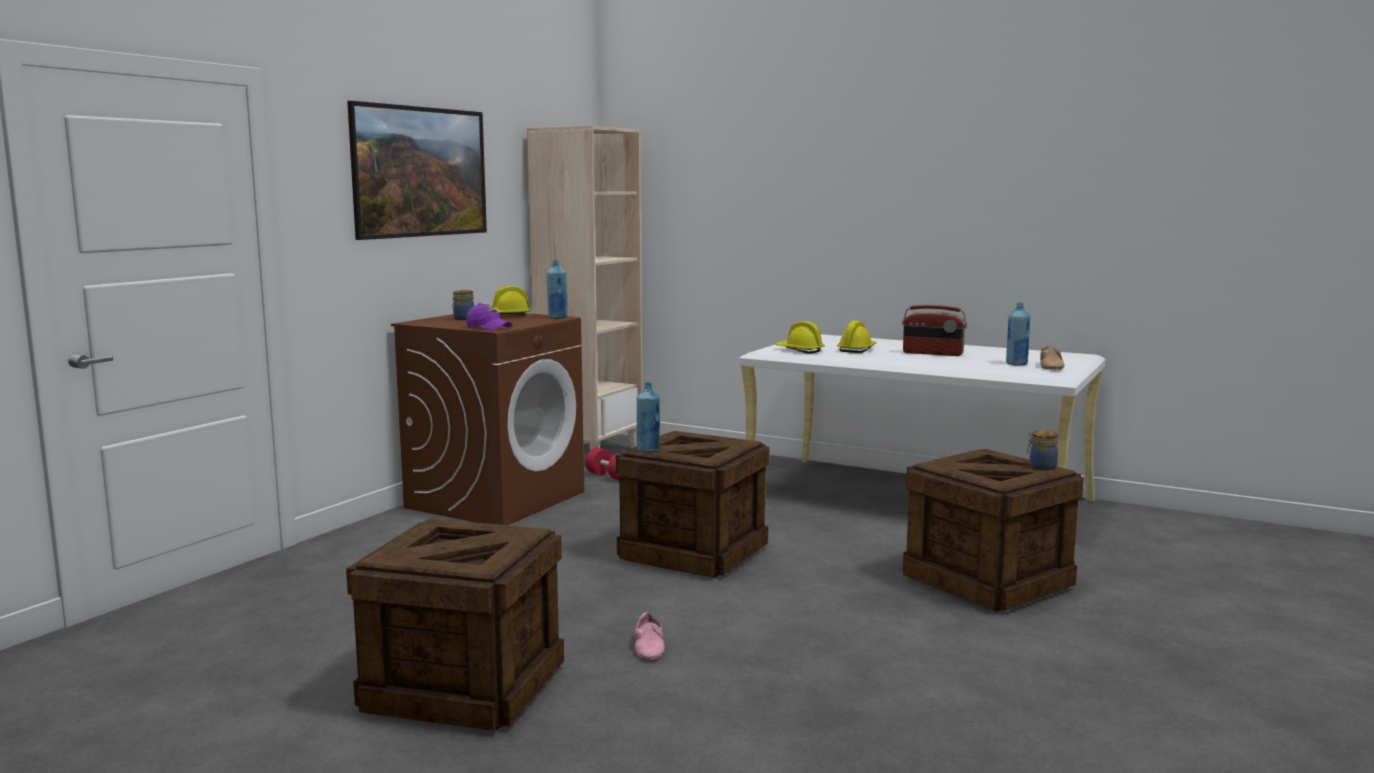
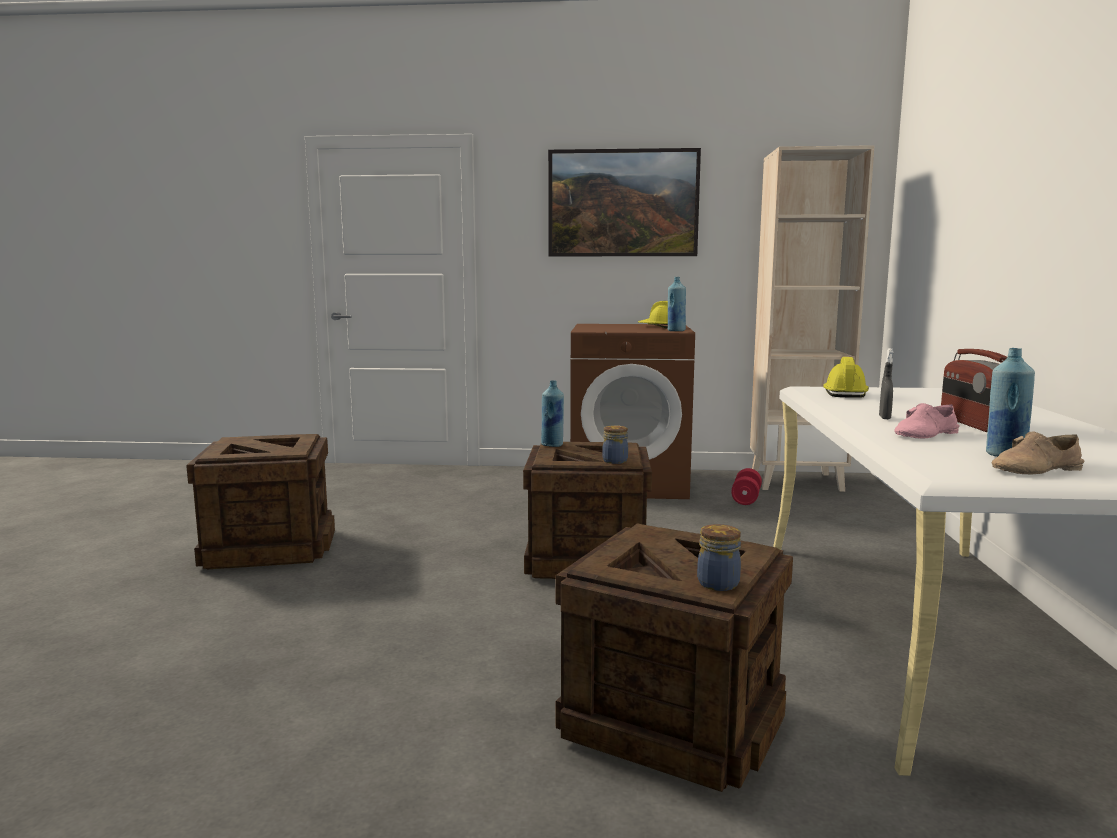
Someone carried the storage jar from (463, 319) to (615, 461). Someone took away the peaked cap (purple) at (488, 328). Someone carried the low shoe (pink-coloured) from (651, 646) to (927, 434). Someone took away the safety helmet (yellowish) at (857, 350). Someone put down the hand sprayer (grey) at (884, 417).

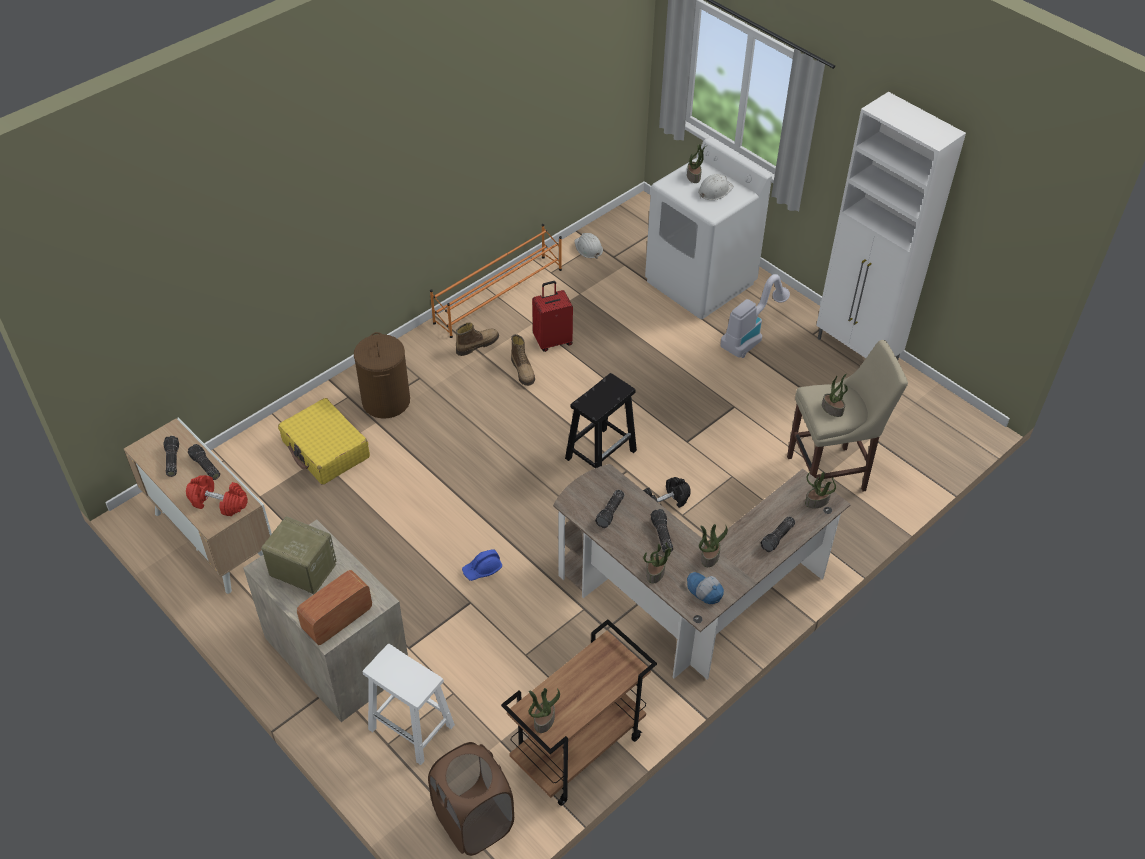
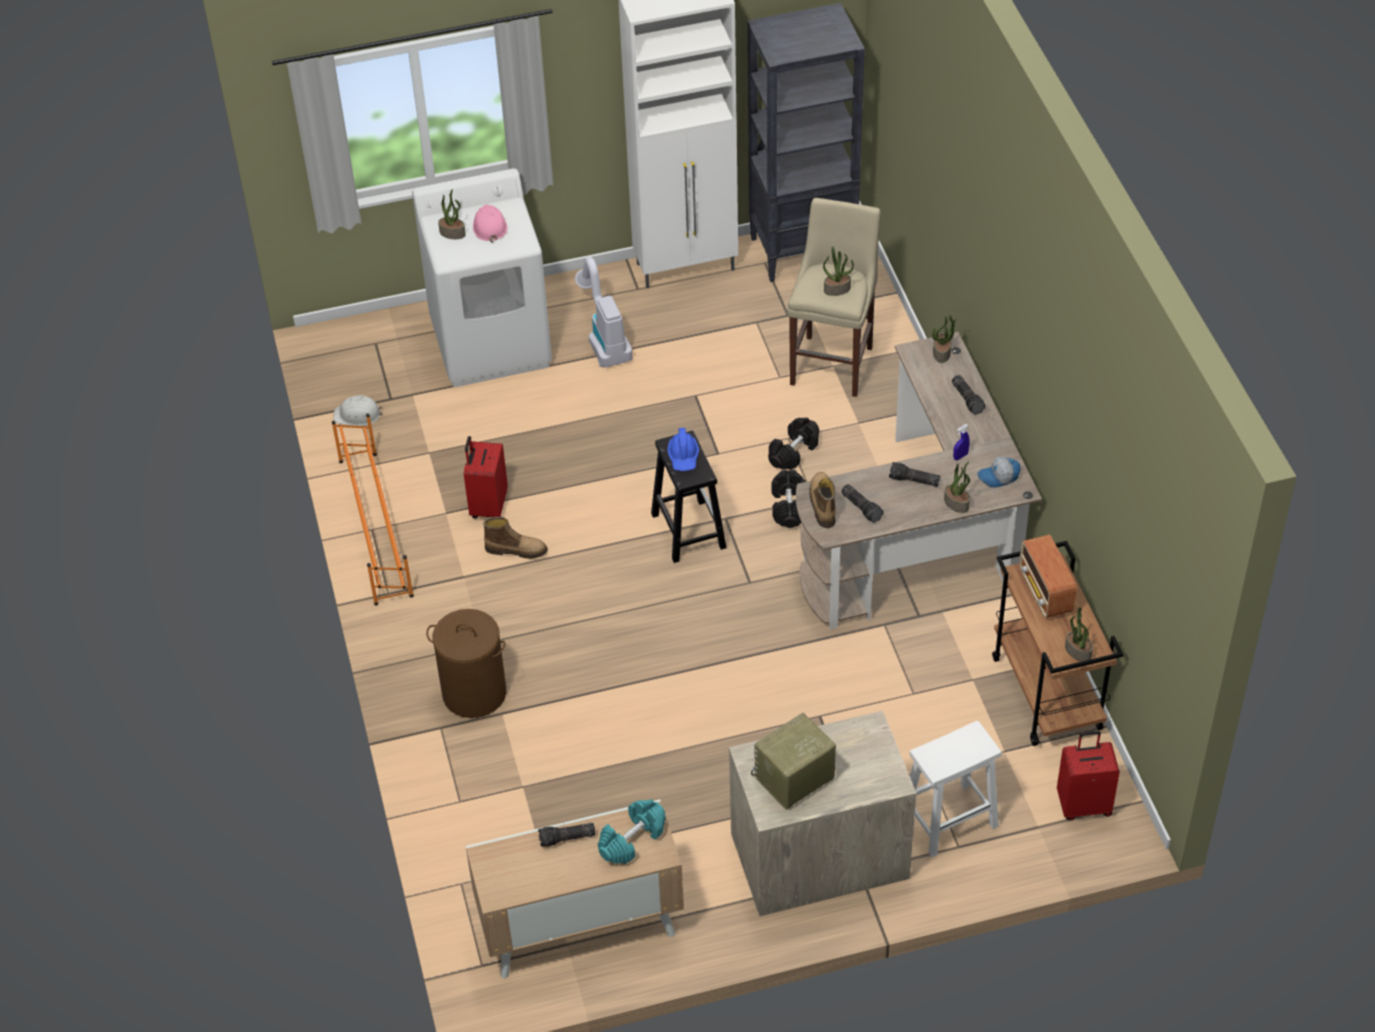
Someone took away the flashlight at (171, 460). Someone repainted the hand weight (reddish) at (219, 502), which became the hand weight (turquoise-coloured) at (632, 839). Someone took away the suitcase (yellowish) at (326, 450). Someone carried the radio from (337, 620) to (1045, 592). Someone swapped the hamper (brown) at (474, 821) for the suitcase (reddish) at (1083, 804). Someone carried the high-top boot from (477, 344) to (822, 504). Someone carried the safety helmet (blue-coloured) from (482, 569) to (683, 457). Someone repainted the safety helmet (white) at (714, 190), which became the safety helmet (pink-coloured) at (489, 226). Someone swapped the houseplant at (709, 556) for the hand sprayer (blue-coloured) at (960, 456). Someone put down the bookshelf (blackish) at (804, 251). Someone put down the hand weight (blackish) at (793, 452).

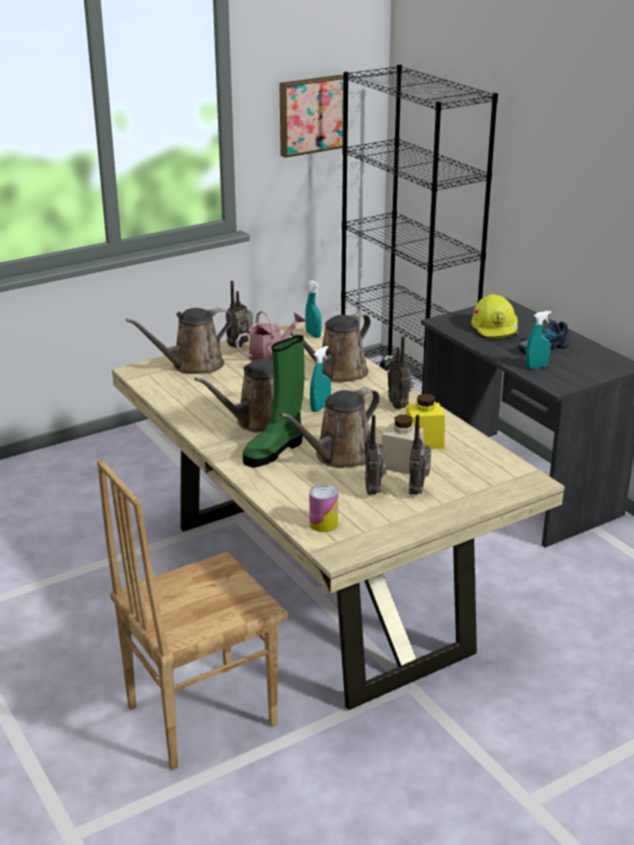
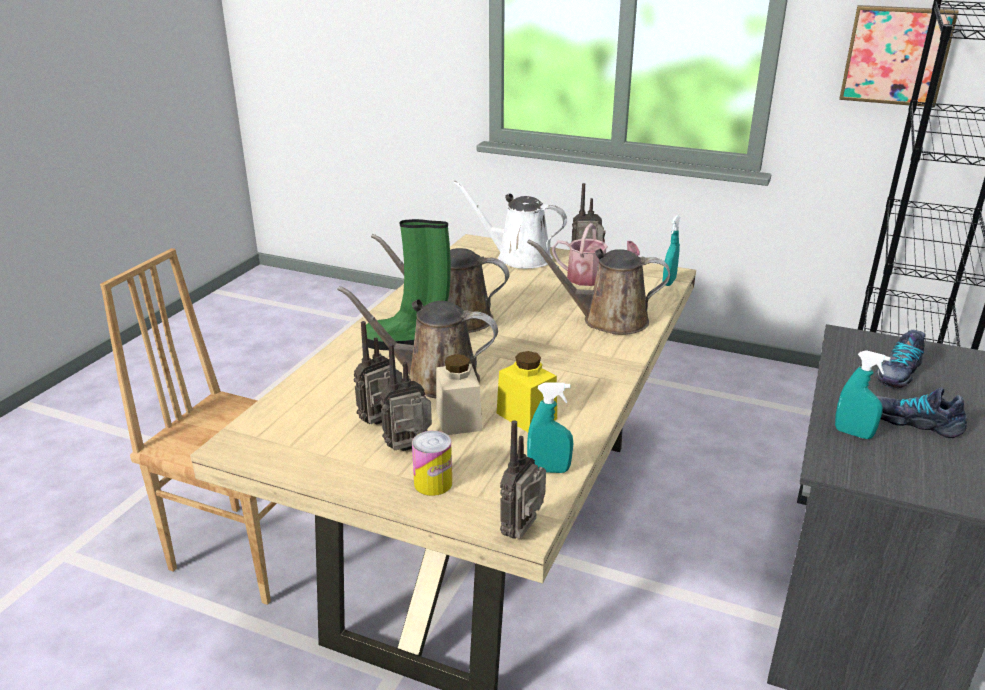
Someone repainted the watering can (brown) at (193, 365), which became the watering can (white) at (518, 257). Someone carried the can from (323, 524) to (433, 483). Someone carried the hand sprayer (turquoise-coloured) from (320, 408) to (549, 470). Someone carried the radio from (399, 405) to (524, 532). Someone swapped the safety helmet (yellowish) at (495, 329) for the low shoe at (897, 373).

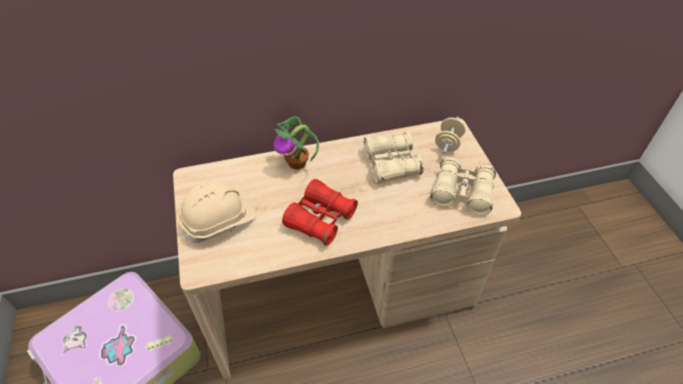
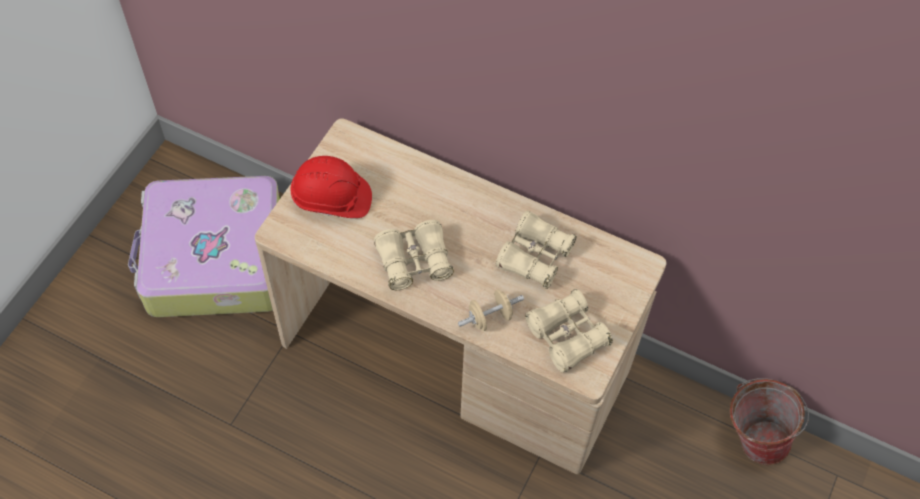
Someone repainted the safety helmet (beige-coloured) at (219, 221), which became the safety helmet (reddish) at (332, 199). Someone took away the houseplant at (297, 163). Someone repainted the pair of binoculars (reddish) at (320, 219), which became the pair of binoculars (beige-coloured) at (414, 261). Someone carried the hand weight (beige-coloured) from (448, 143) to (490, 317). Someone put down the pail at (752, 438).

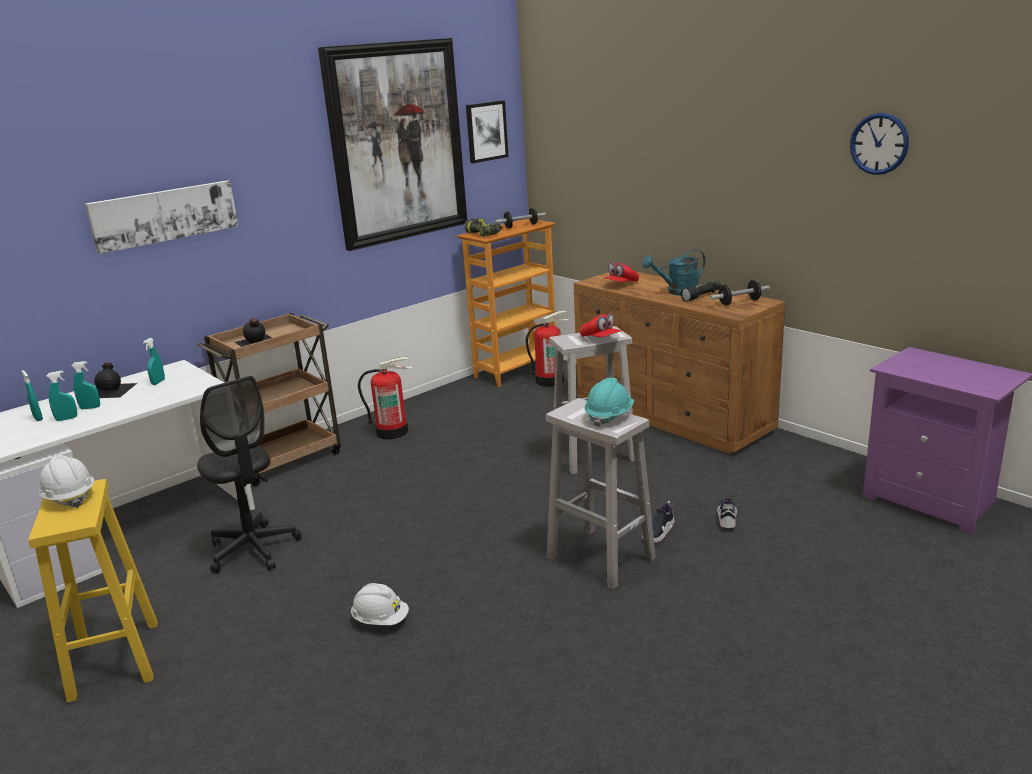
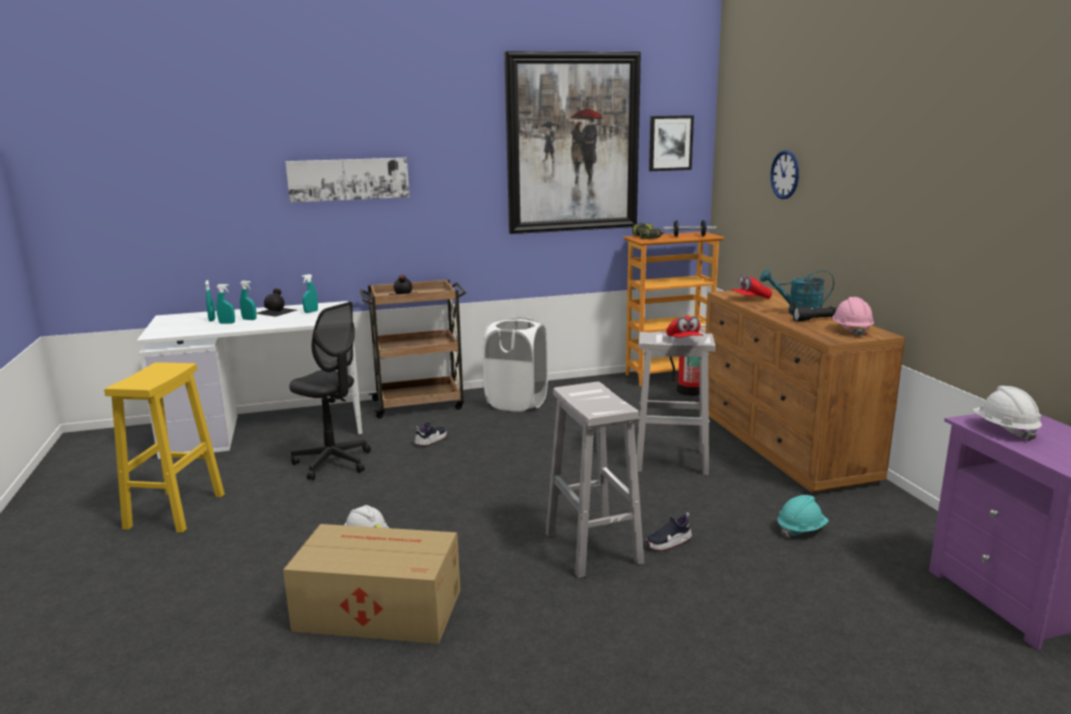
Someone carried the safety helmet (white) from (69, 497) to (1004, 430). Someone rotated the computer chair (blackish) at (253, 550) by 45 degrees counterclockwise. Someone swapped the fire extinguisher at (392, 432) for the hamper (white) at (517, 402). Someone carried the safety helmet (turquoise-coloured) from (609, 417) to (801, 530). Someone swapped the hand weight at (739, 302) for the safety helmet (pink-coloured) at (851, 330). Someone carried the low shoe from (727, 519) to (431, 441). Someone carried the hanging clock from (879, 144) to (785, 174). Someone put down the packing box at (377, 609).

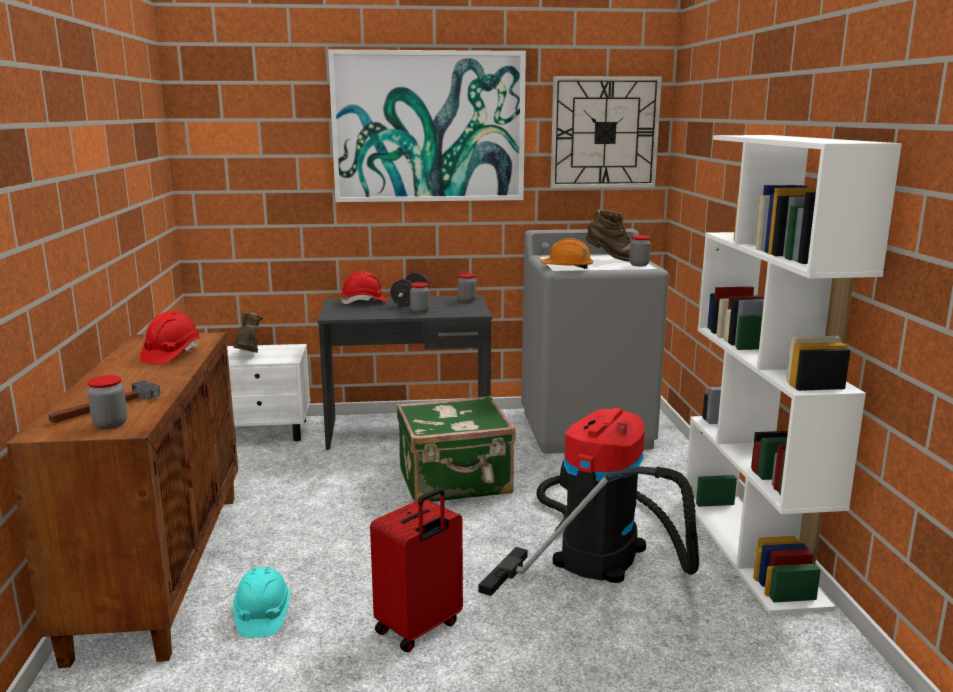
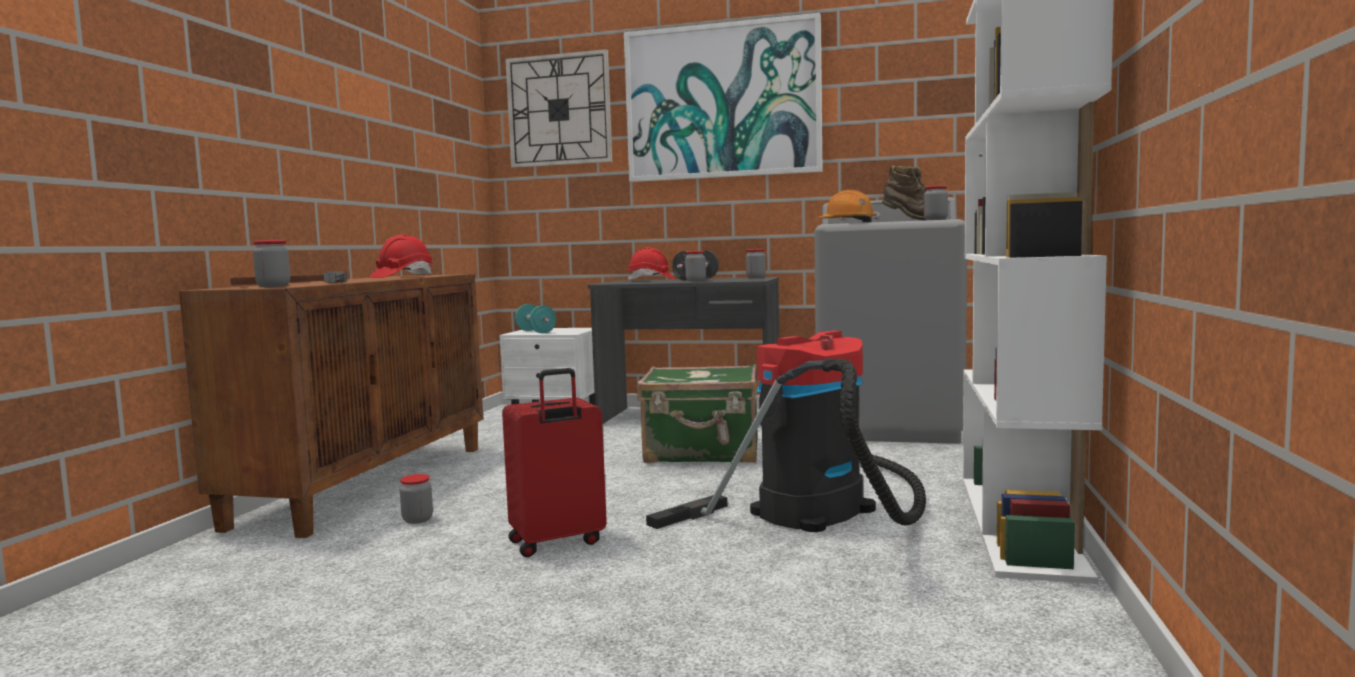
Someone swapped the high-top boot (brown) at (248, 357) for the hand weight (turquoise-coloured) at (536, 332). Someone swapped the safety helmet (turquoise-coloured) at (262, 616) for the storage jar at (417, 520). Someone carried the hanging clock from (604, 132) to (559, 110).

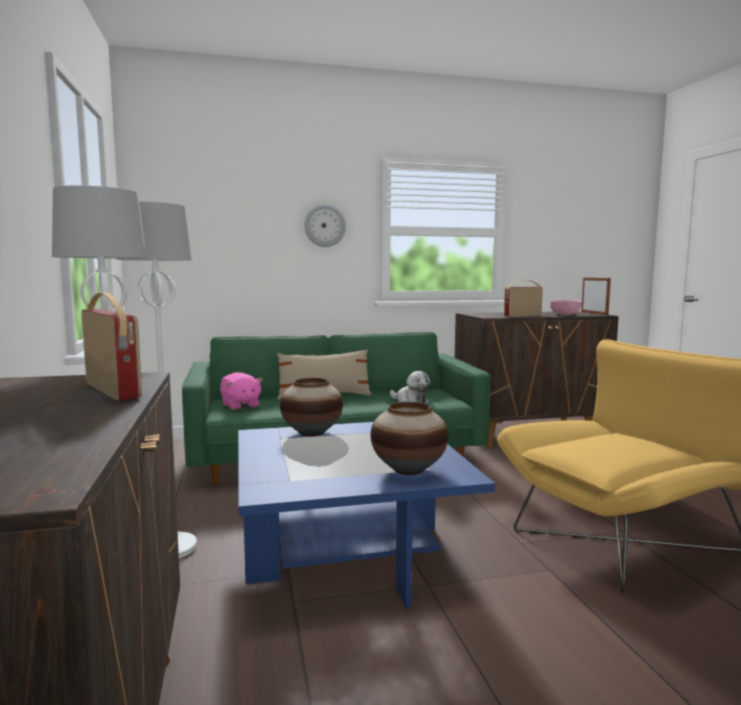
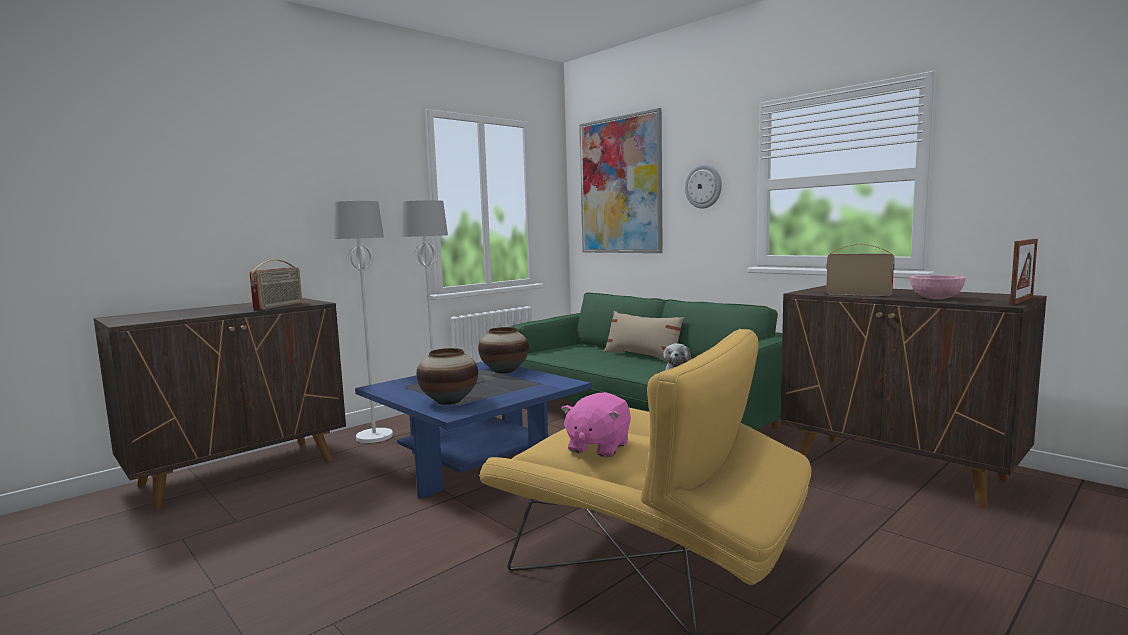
Someone carried the plush toy (pink-coloured) from (240, 405) to (597, 447). Someone put up the wall art at (620, 185).

